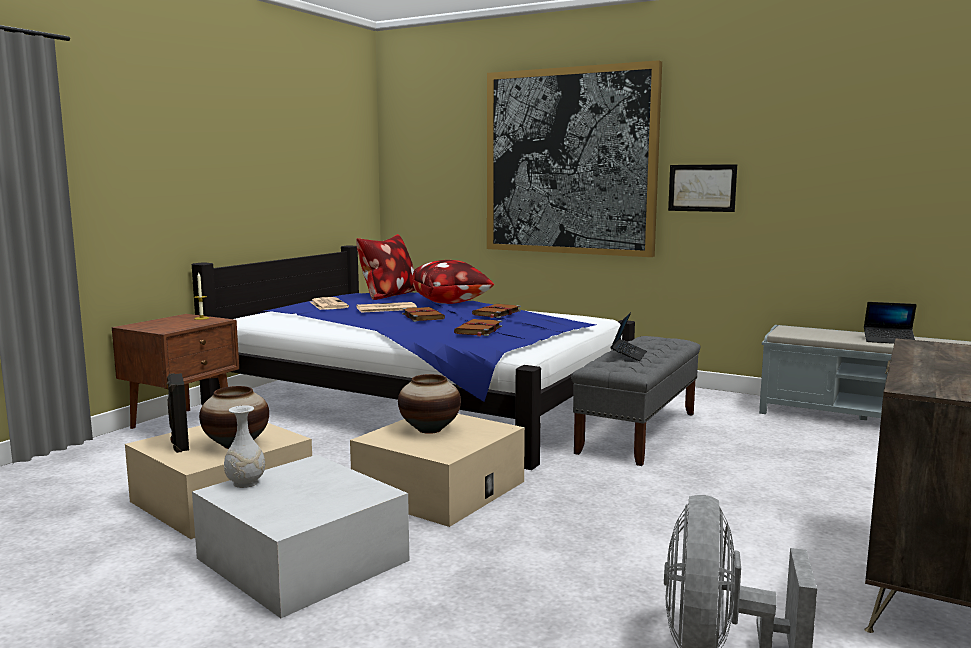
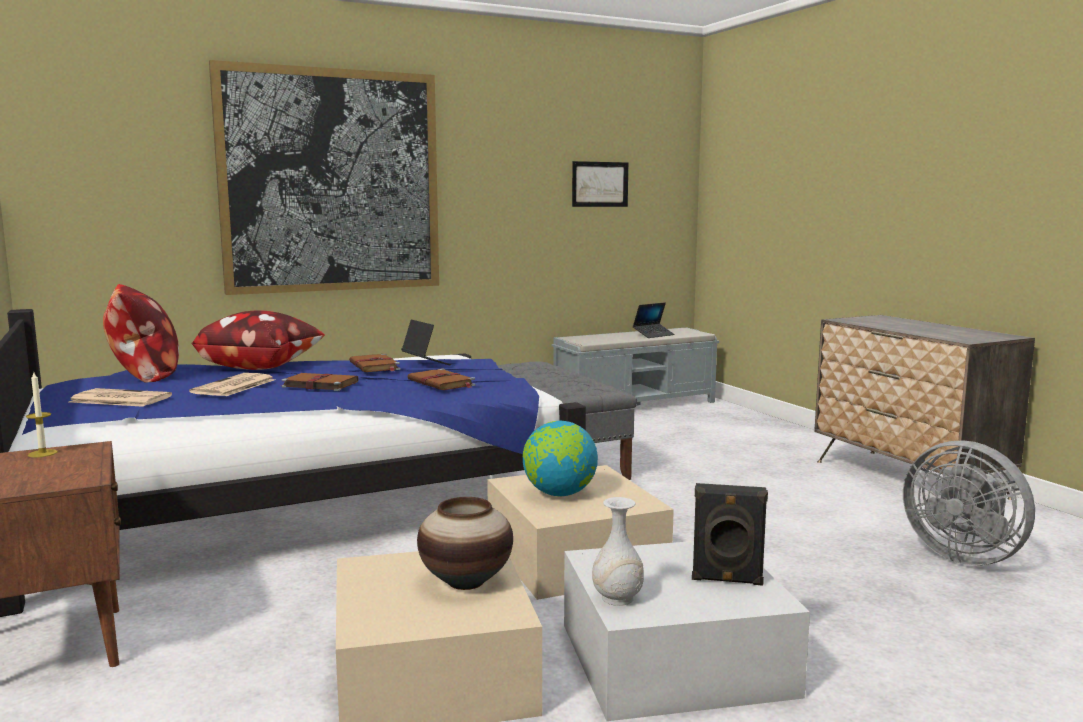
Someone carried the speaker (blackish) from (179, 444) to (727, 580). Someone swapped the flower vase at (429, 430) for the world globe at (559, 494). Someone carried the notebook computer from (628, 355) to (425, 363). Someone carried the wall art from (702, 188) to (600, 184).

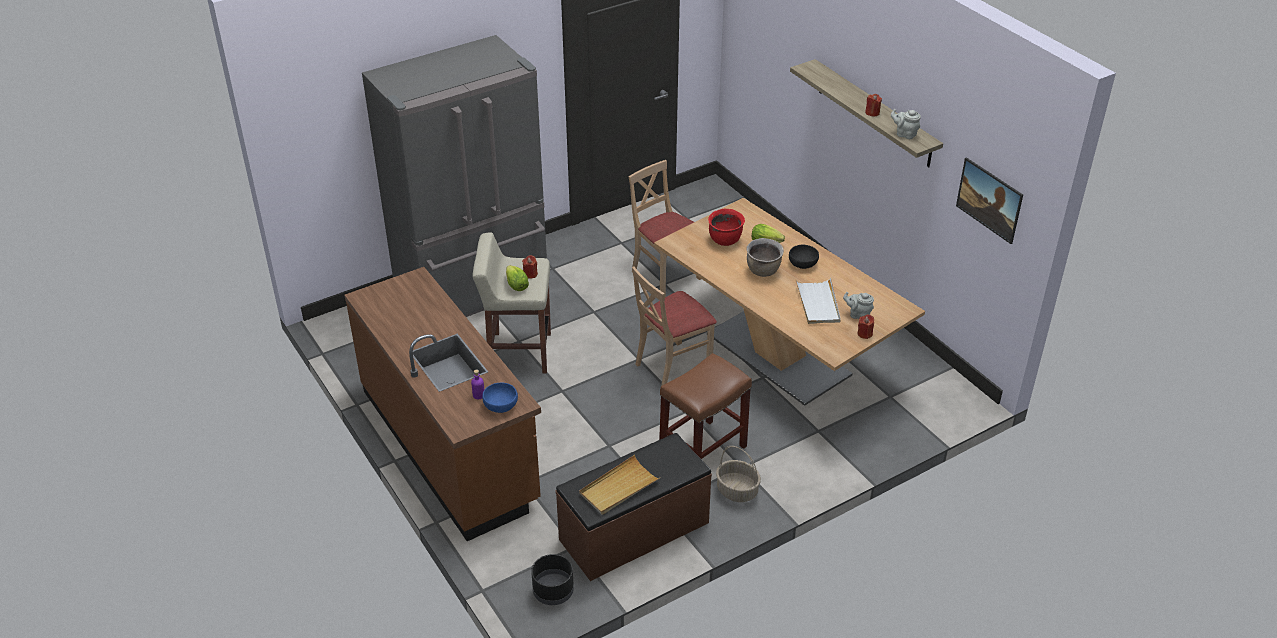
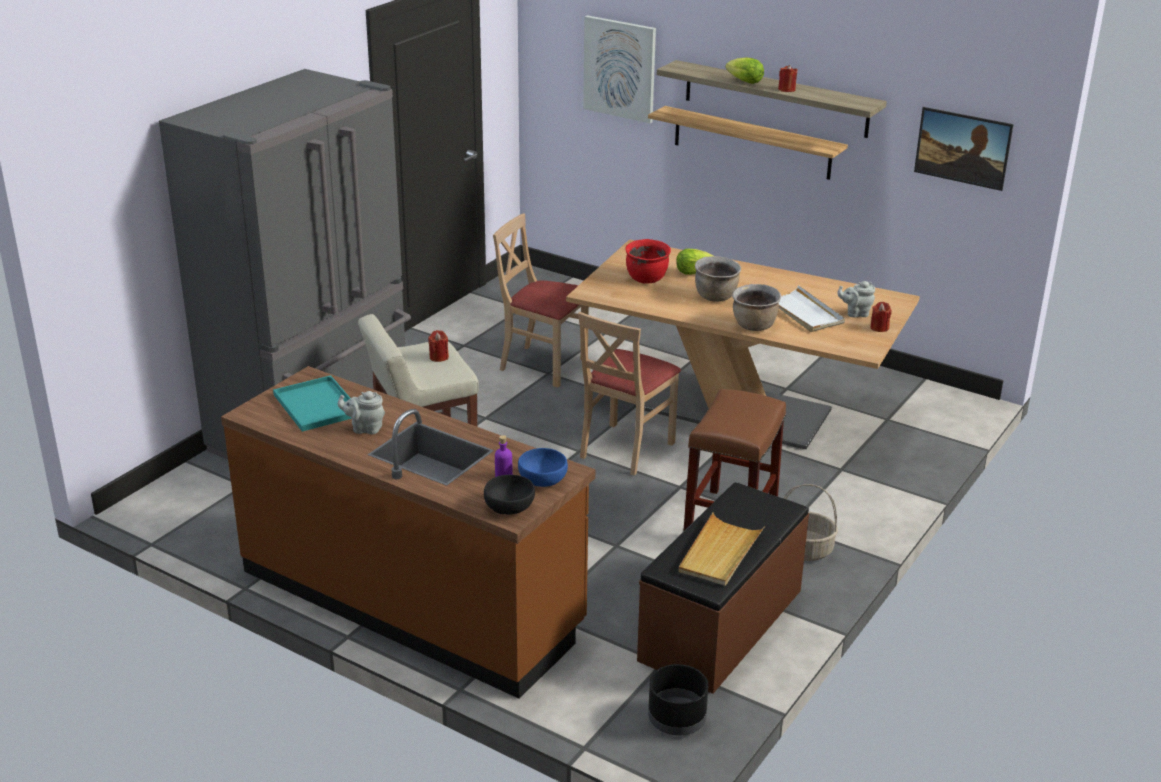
Someone carried the lettuce head from (516, 286) to (745, 82). Someone carried the bowl (blackish) from (803, 264) to (510, 507). Someone carried the pot for tea (grey) from (904, 134) to (365, 428). Someone put down the tray (turquoise-coloured) at (315, 404). Someone put up the wall art at (620, 68). Someone put up the bracket shelf at (752, 143). Someone put down the cooking pot (brown) at (754, 326).

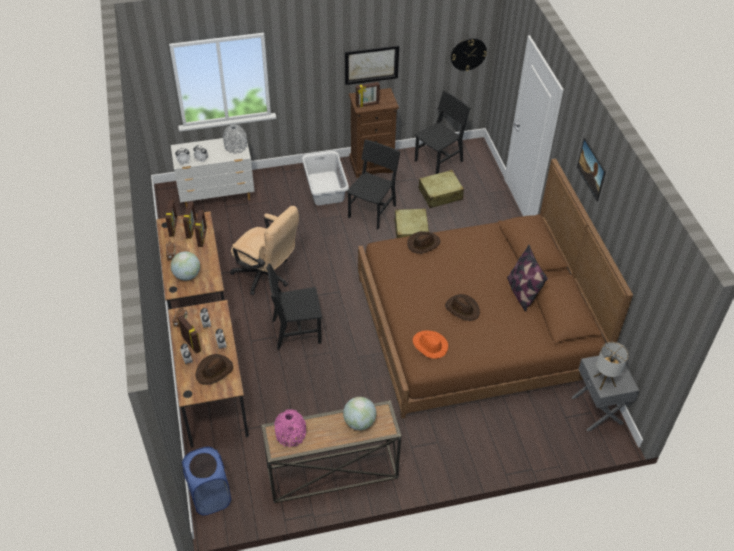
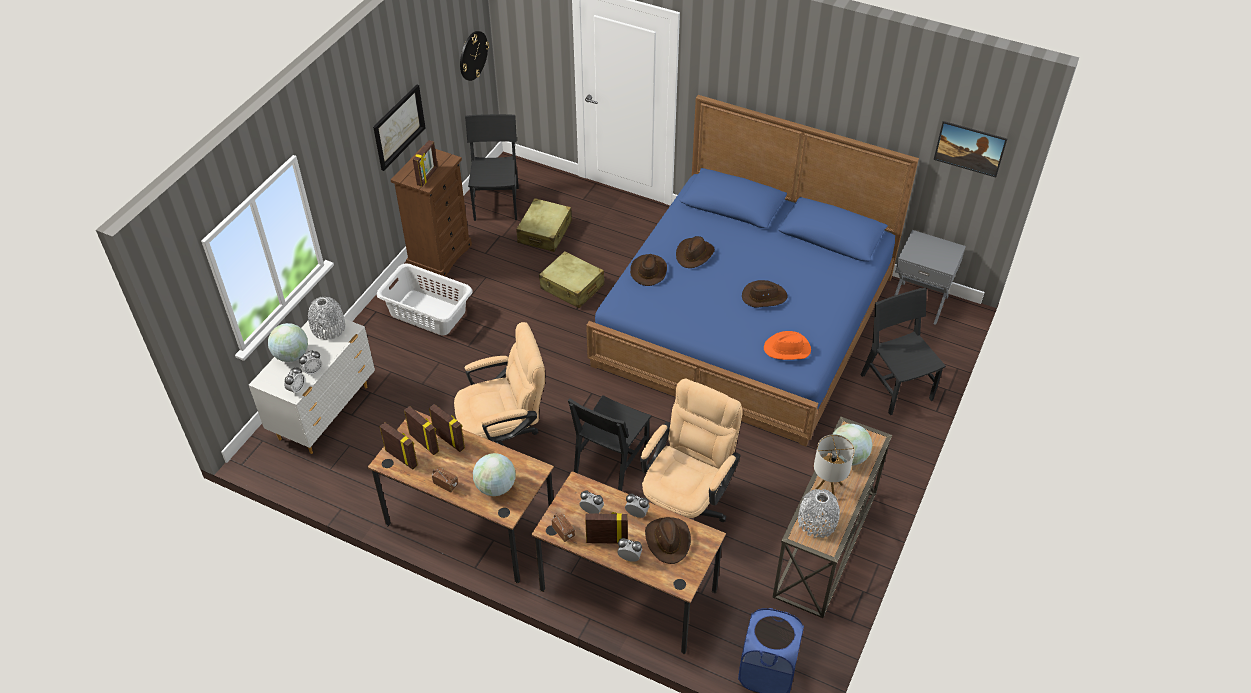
Someone repainted the flower vase (pink-coloured) at (291, 434), which became the flower vase (grey) at (817, 522). Someone carried the chair (blackish) from (372, 211) to (896, 387). Someone repainted the sleeping bed (brown) at (475, 326), which became the sleeping bed (blue-coloured) at (745, 319). Someone took away the cushion at (522, 293). Someone carried the wall art from (589, 176) to (967, 158). Someone carried the lamp for a table from (604, 381) to (827, 488). Someone put down the world globe at (291, 355). Someone put down the computer chair (beige-coloured) at (686, 506). Someone put down the hat (brown) at (694, 254).

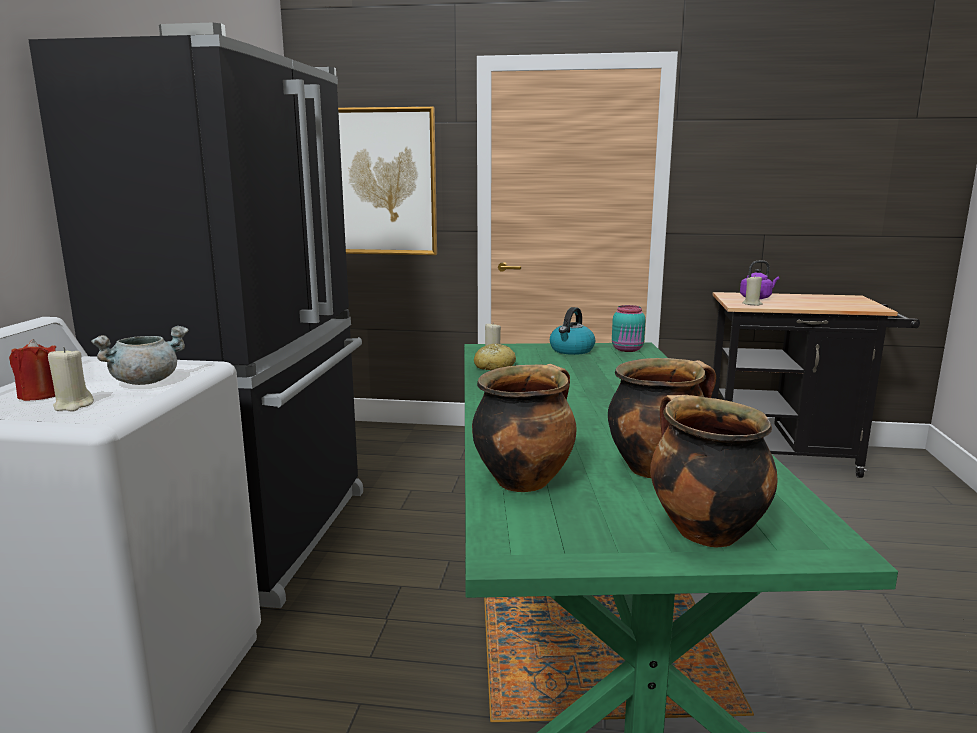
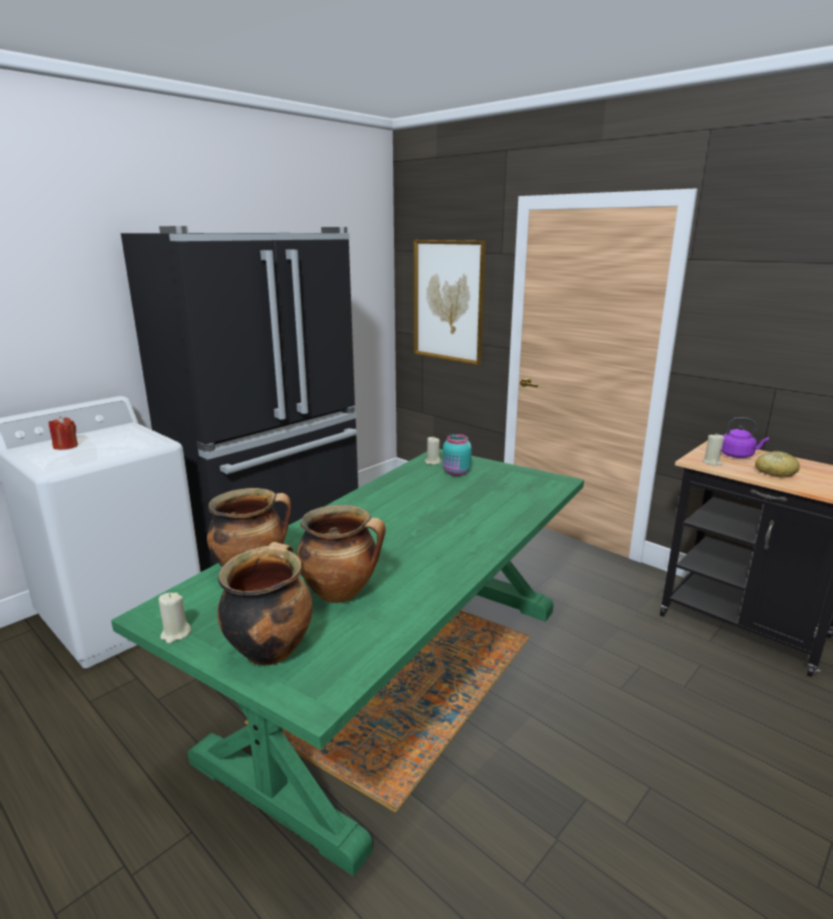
Someone carried the candle (beige-coloured) from (73, 405) to (175, 634). Someone took away the cooking pot (grey) at (146, 381). Someone carried the baked bread from (494, 367) to (775, 472). Someone took away the kettle at (571, 350). Someone carried the storage jar (turquoise-coloured) from (628, 349) to (456, 473).

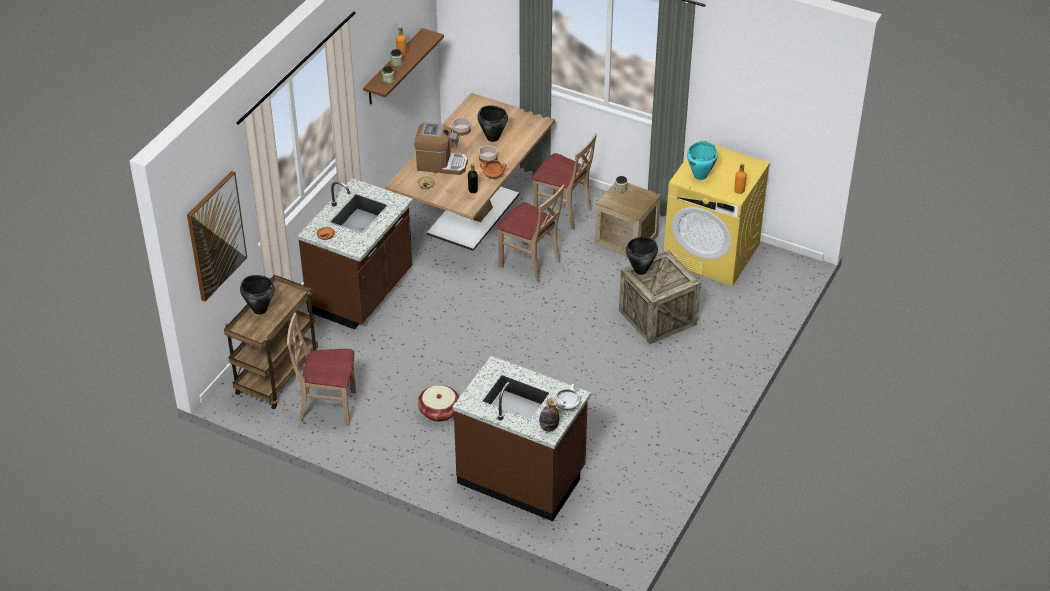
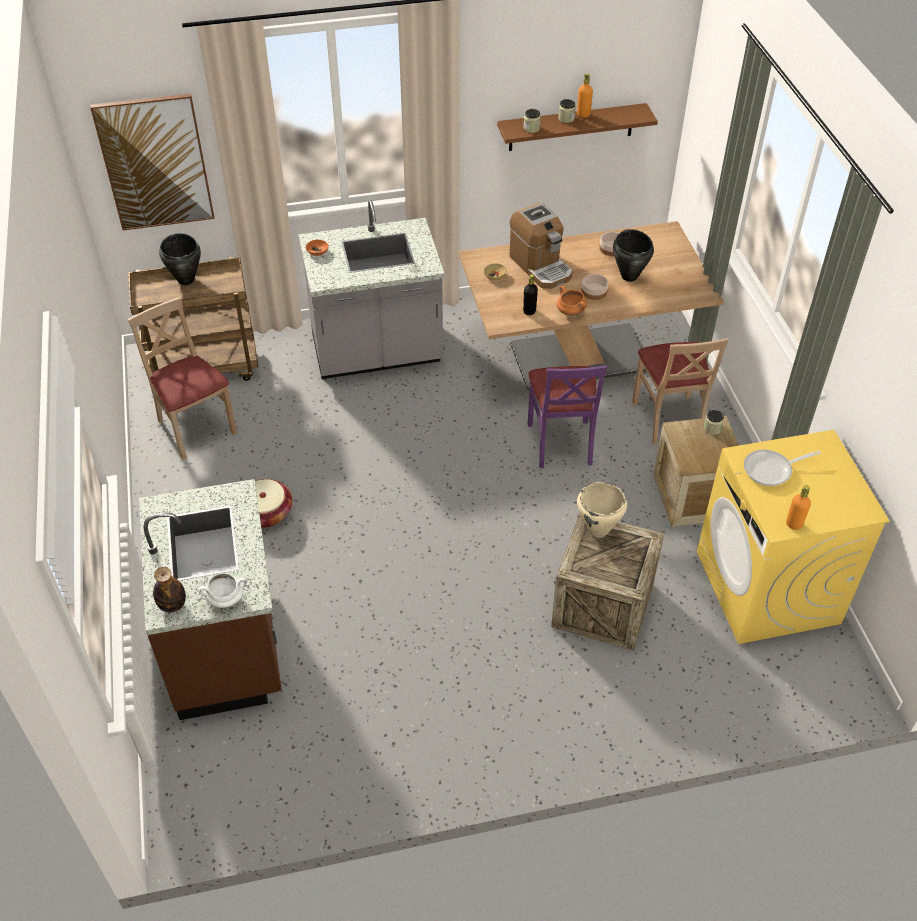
Someone repainted the counter (brown) at (362, 293), which became the counter (grey) at (377, 353). Someone repainted the chair (beige-coloured) at (530, 263), which became the chair (purple) at (561, 443). Someone repainted the cooking pot (blackish) at (641, 270), which became the cooking pot (beige-coloured) at (598, 530). Someone swapped the cooking pot (turquoise-coloured) at (700, 176) for the pan at (771, 470).

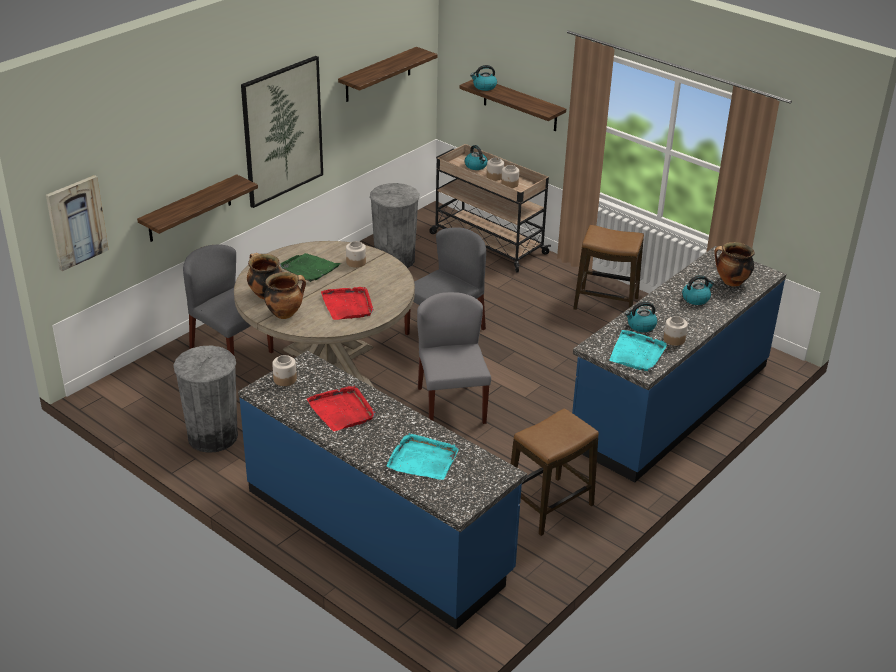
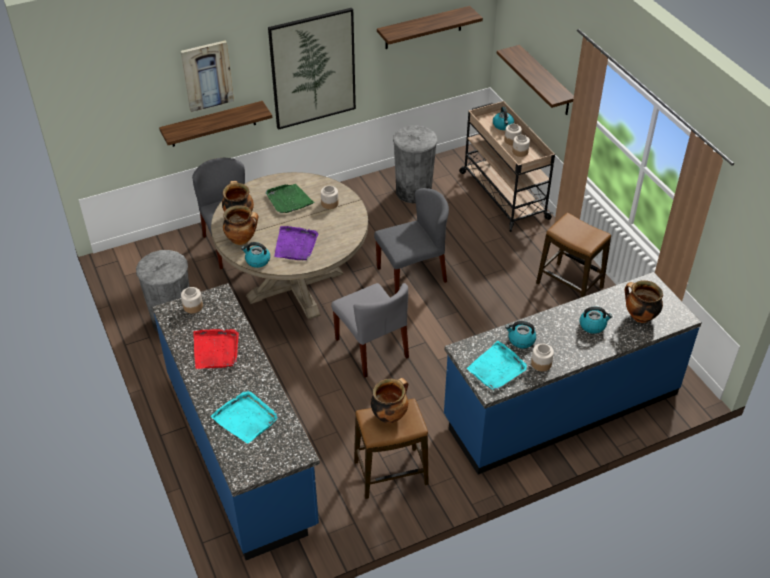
Someone carried the wall art from (76, 222) to (207, 75). Someone repainted the tray (reddish) at (348, 305), which became the tray (purple) at (295, 245). Someone rotated the chair (grey) at (451, 405) by 135 degrees clockwise. Someone carried the kettle from (484, 87) to (257, 260). Someone put down the cooking pot at (389, 415).

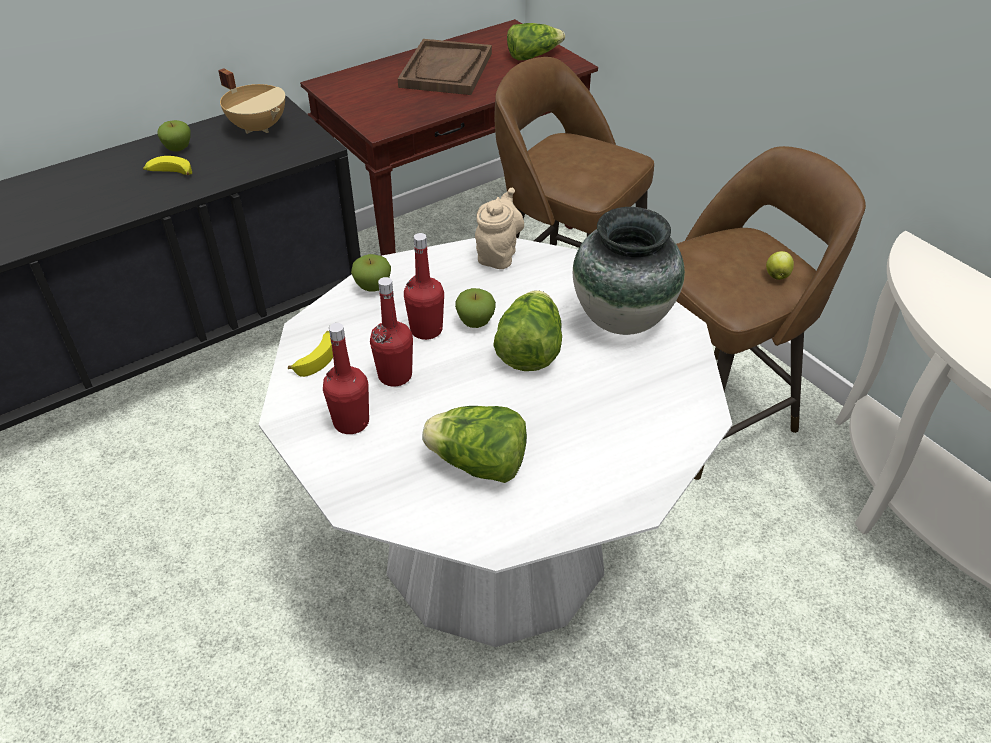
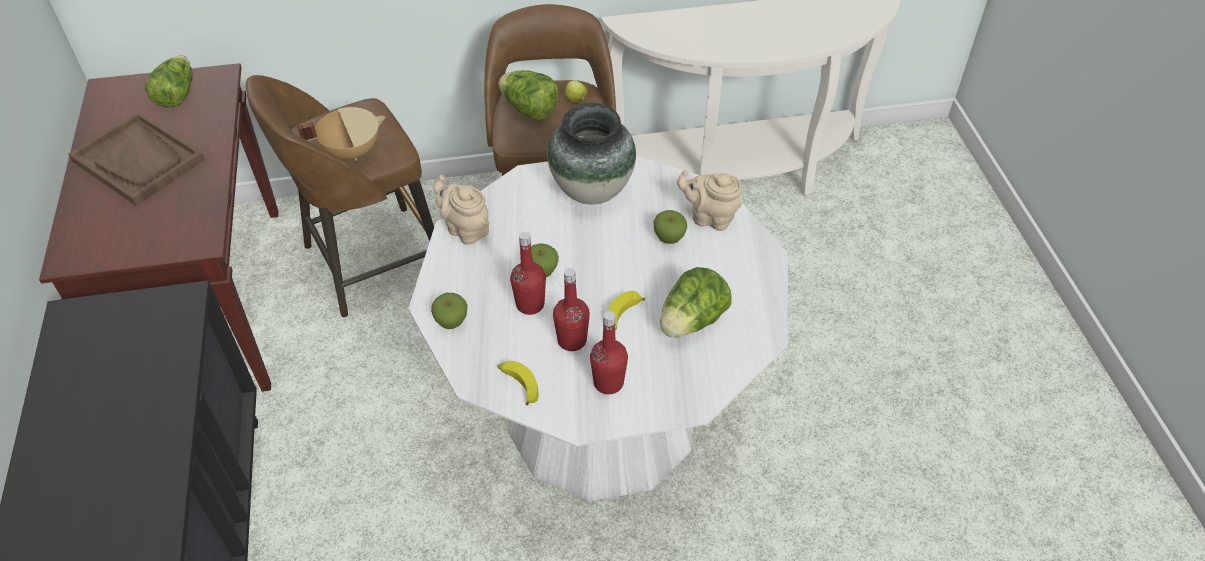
Someone carried the banana from (169, 173) to (622, 317). Someone carried the whole apple from (178, 149) to (669, 238). Someone carried the cooking pot (beige-coloured) from (259, 127) to (351, 151). Someone carried the lettuce head from (529, 351) to (529, 110). Someone put down the pot for tea (beige-coloured) at (709, 217).

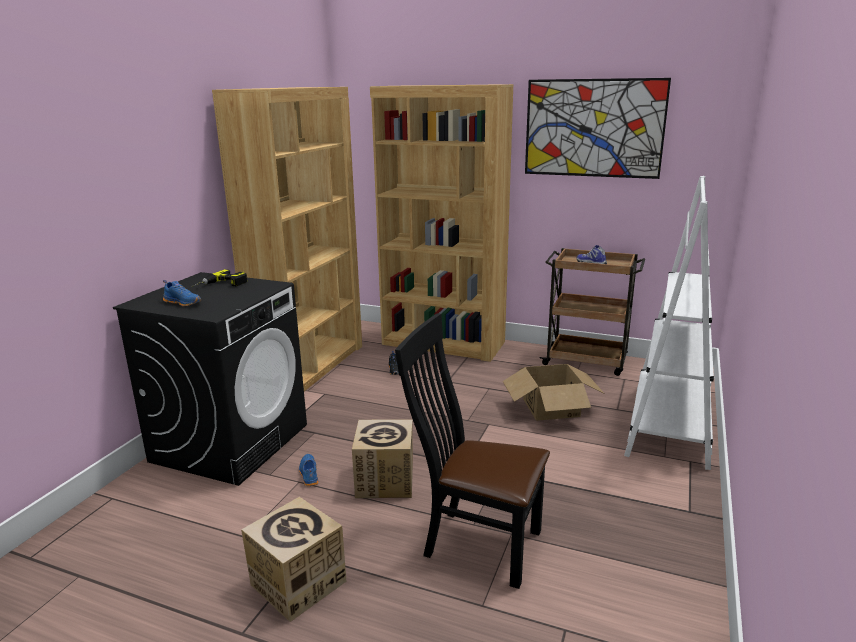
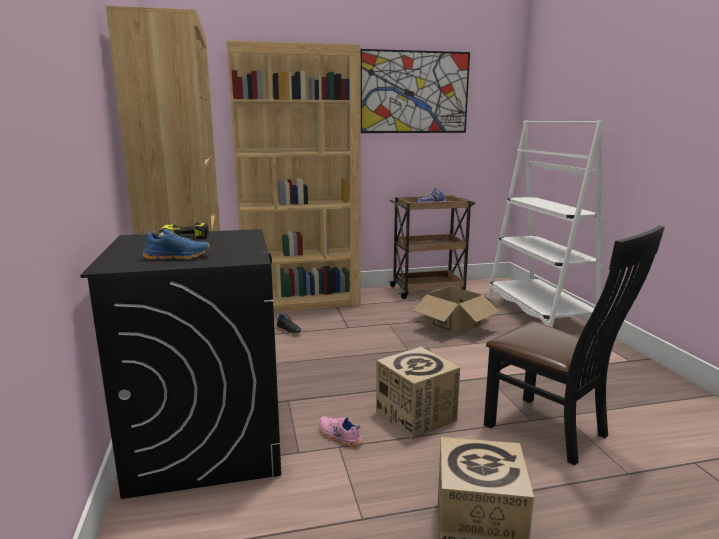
Someone repainted the low shoe (blue-coloured) at (308, 474), which became the low shoe (pink-coloured) at (339, 437). Someone rotated the chair (blackish) at (475, 542) by 120 degrees counterclockwise.

